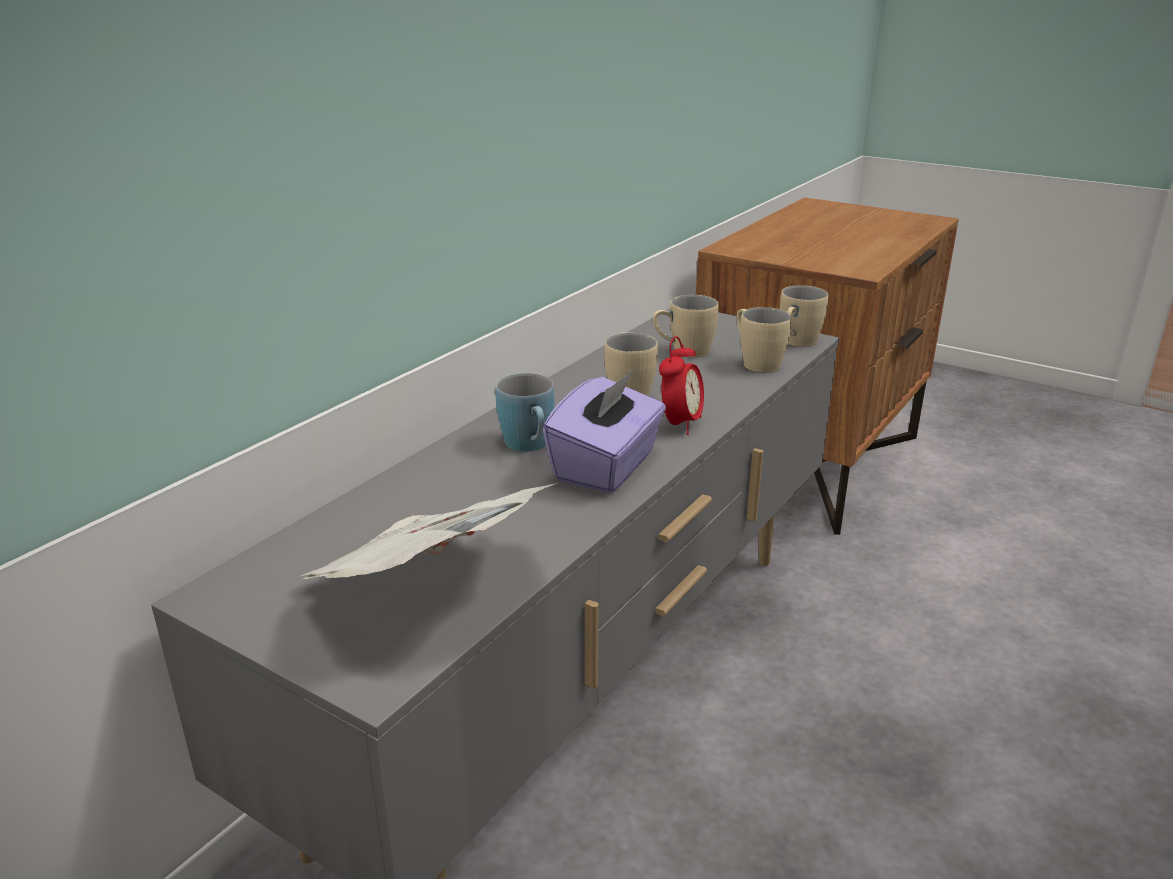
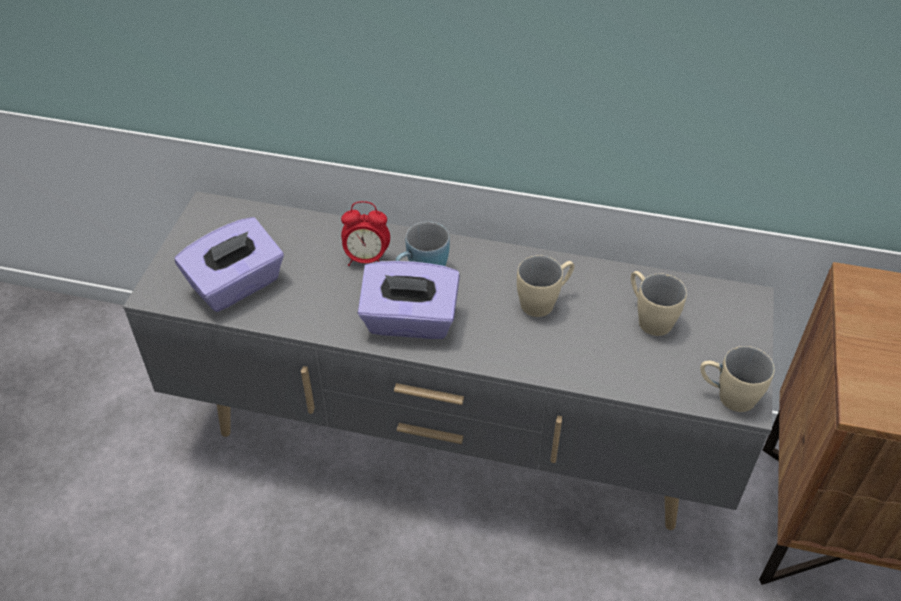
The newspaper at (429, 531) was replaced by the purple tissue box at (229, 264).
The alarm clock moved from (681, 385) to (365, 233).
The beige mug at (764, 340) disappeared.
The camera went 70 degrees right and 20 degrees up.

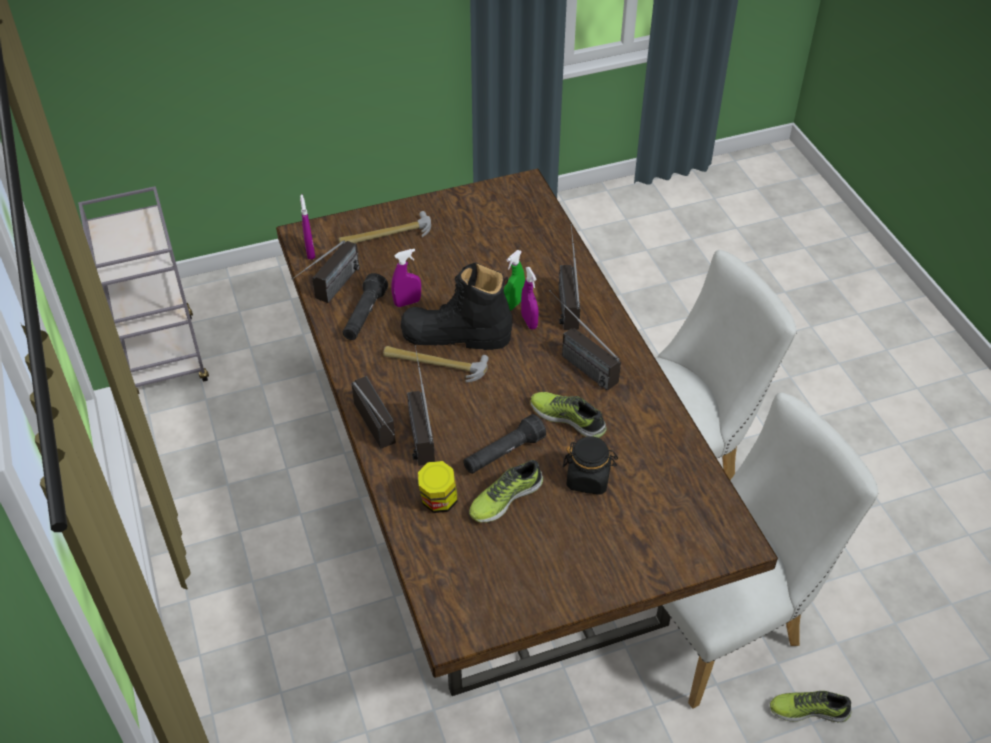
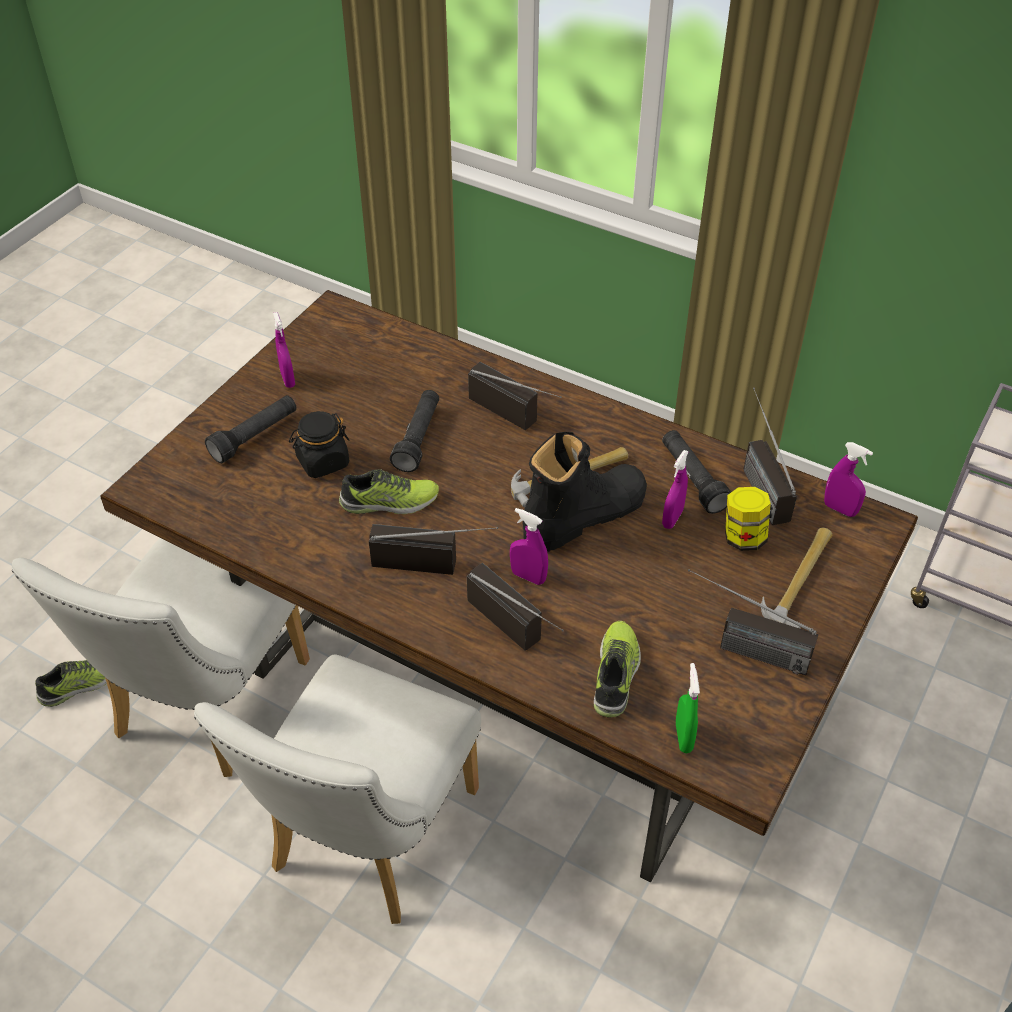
The radio moved from (373, 412) to (753, 622).
The jar moved from (438, 487) to (748, 519).
The shoe moved from (506, 491) to (617, 669).
The green spray bottle moved from (514, 280) to (688, 708).
The black flashlight at (251, 429) appeared.
The purple spray bottle at (284, 350) appeared.
The camera went 140 degrees right and 0 degrees up.

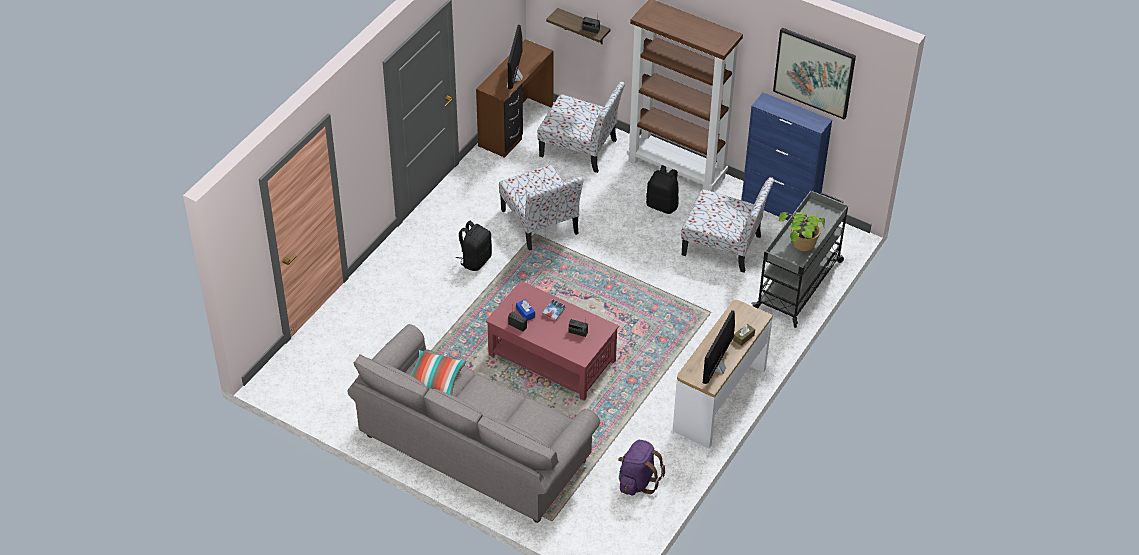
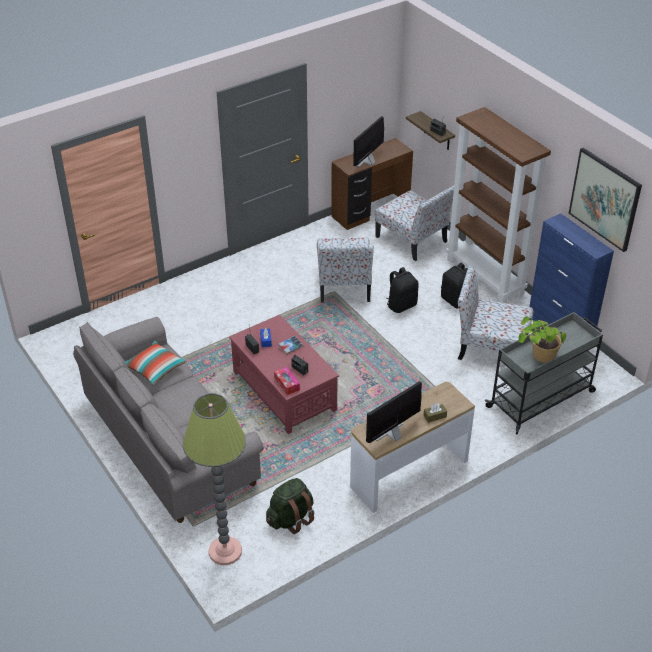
The black backpack moved from (474, 246) to (402, 290).
The purple backpack at (641, 468) became the green backpack at (290, 506).
The chair at (727, 225) turned 150 degrees clockwise.
The floor lamp at (214, 479) appeared.
The tissue box at (287, 381) appeared.
The camera went 25 degrees right and 5 degrees down.

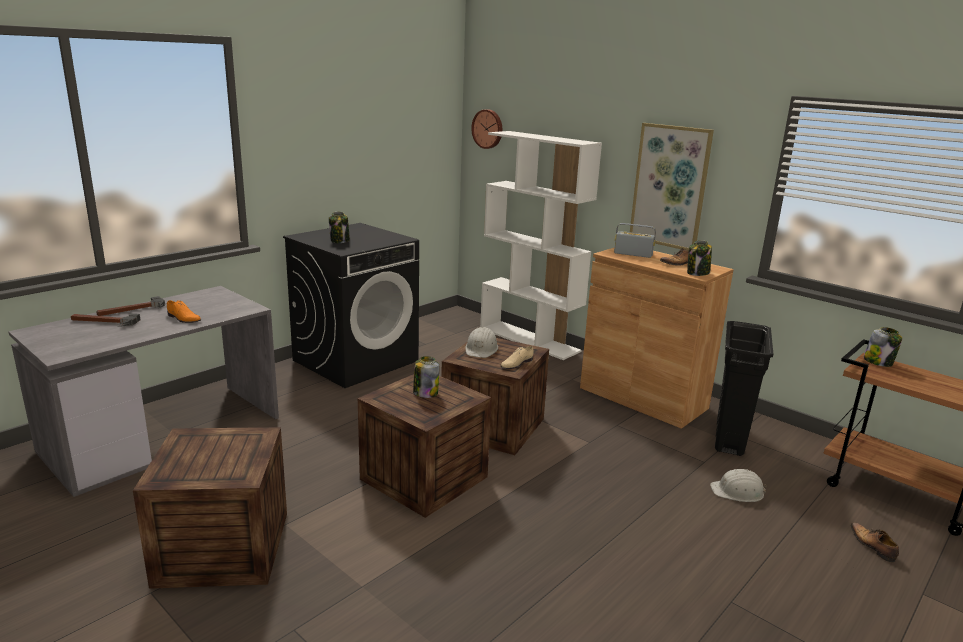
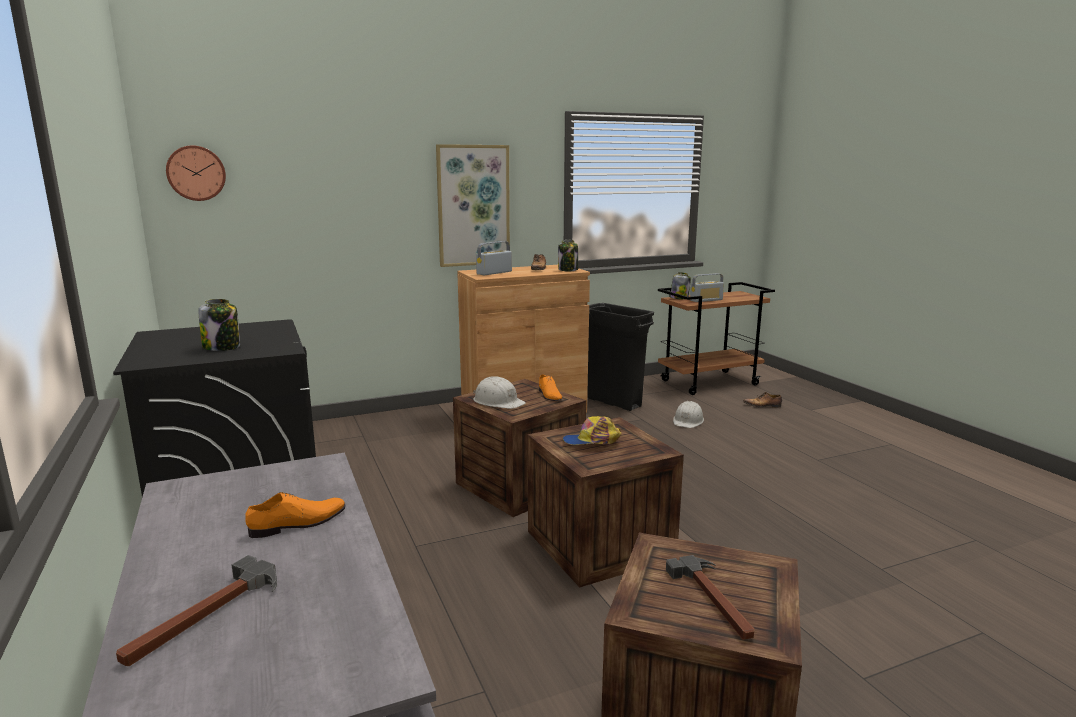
The hammer moved from (130, 306) to (710, 597).
The jar at (426, 377) was replaced by the cap at (592, 430).
The white bookcase at (541, 245) disappeared.
The beige shoe at (517, 357) became the orange shoe at (550, 387).
The radio at (707, 287) appeared.
The camera went 65 degrees left and 5 degrees down.

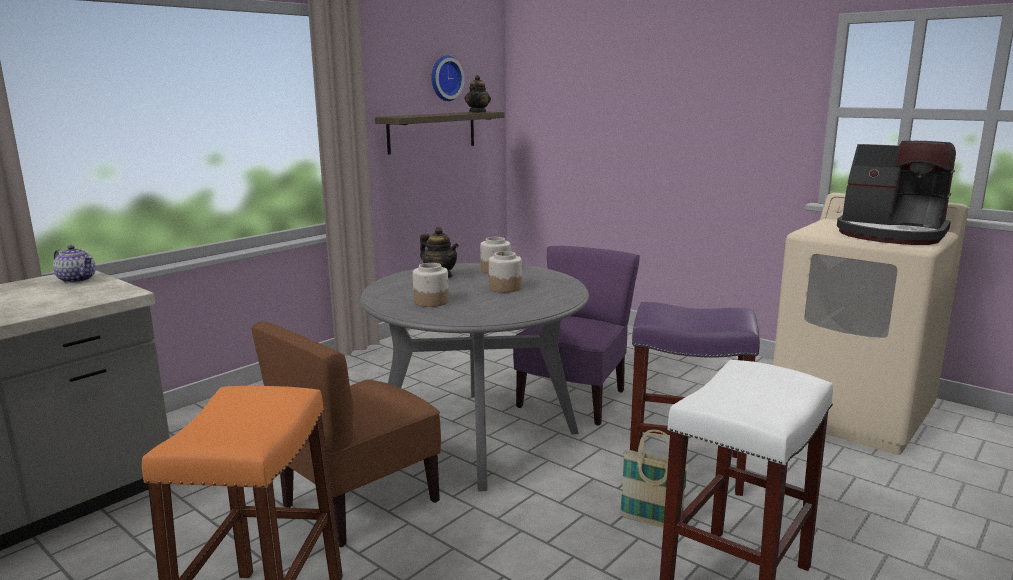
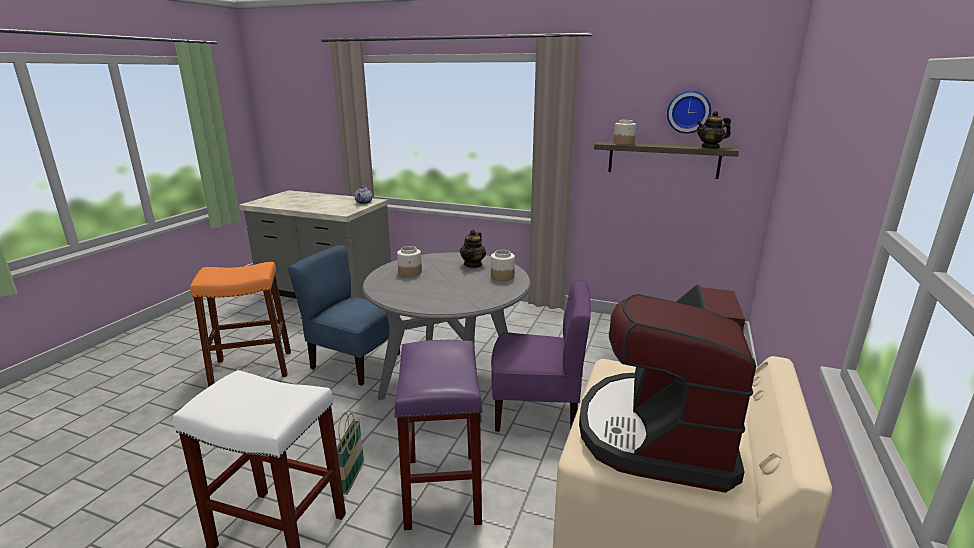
The brown chair at (346, 435) became the blue chair at (344, 315).
The jar moved from (505, 272) to (624, 132).
The camera went 70 degrees right and 5 degrees up.

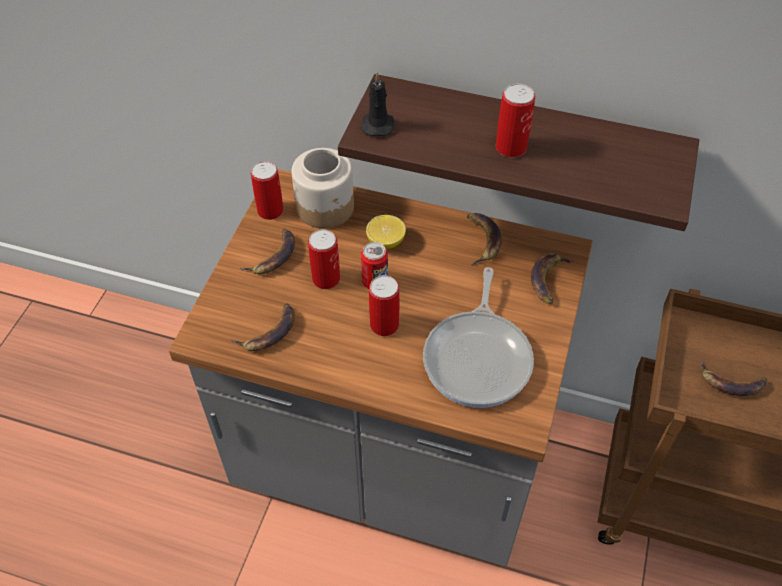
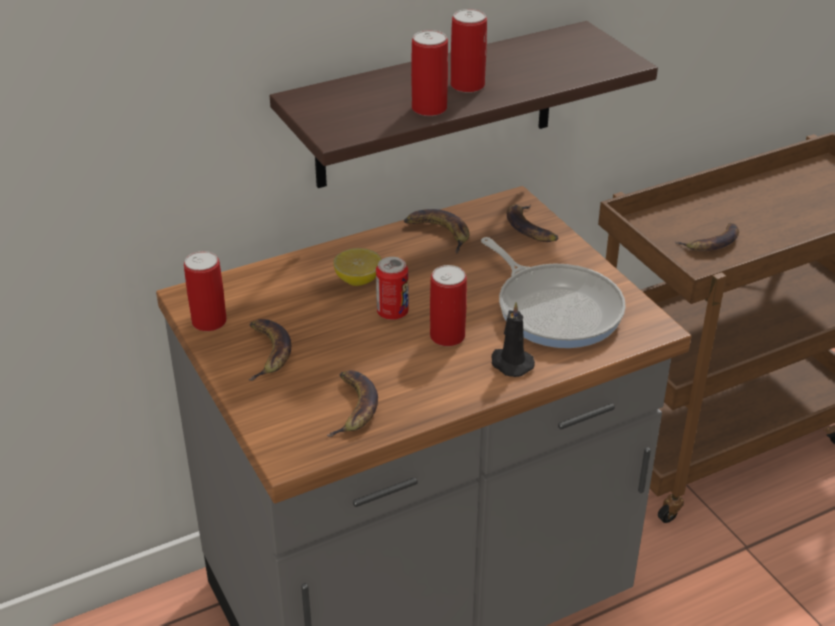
The jar at (323, 188) disappeared.
The can moved from (324, 259) to (429, 73).
The black candle moved from (377, 104) to (513, 339).
The camera went 45 degrees left and 15 degrees down.

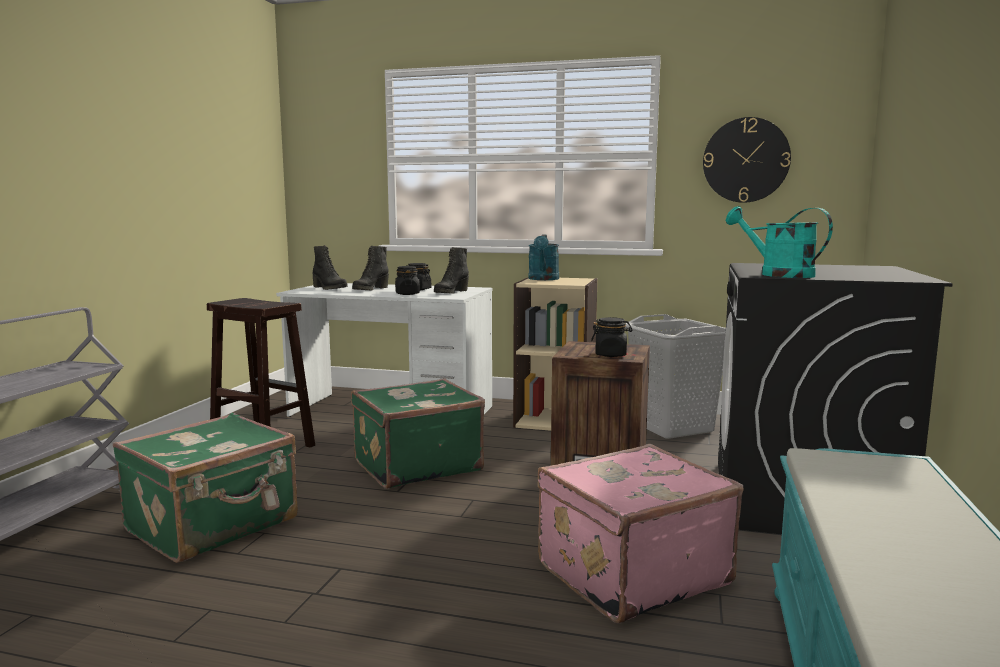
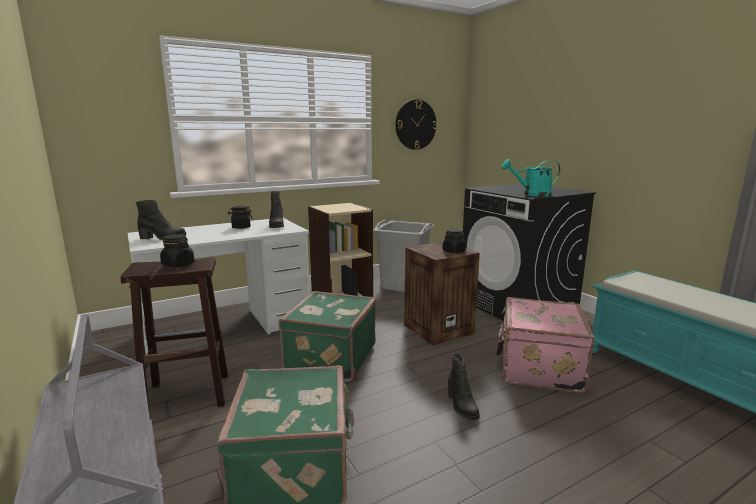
The black boot moved from (370, 268) to (464, 386).
The black jar moved from (407, 280) to (177, 250).
The turquoise watering can at (543, 257) disappeared.
The camera went 45 degrees left and 5 degrees up.

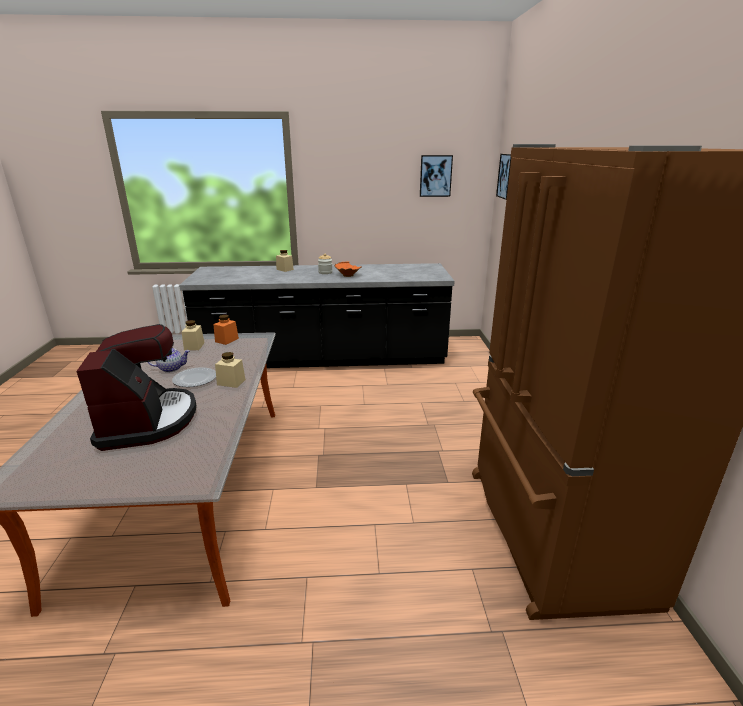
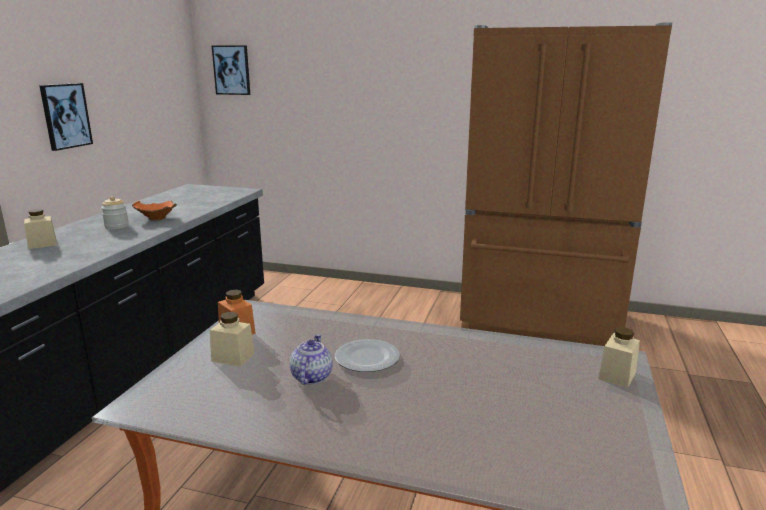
The coffee machine at (136, 387) disappeared.
The beige jar moved from (230, 370) to (619, 357).
The picture moved from (436, 176) to (66, 117).
The camera went 70 degrees left and 5 degrees down.

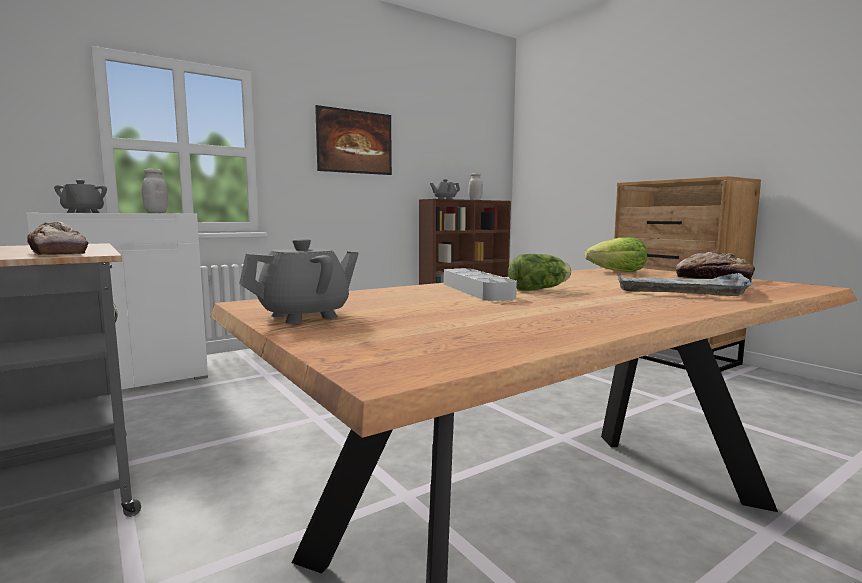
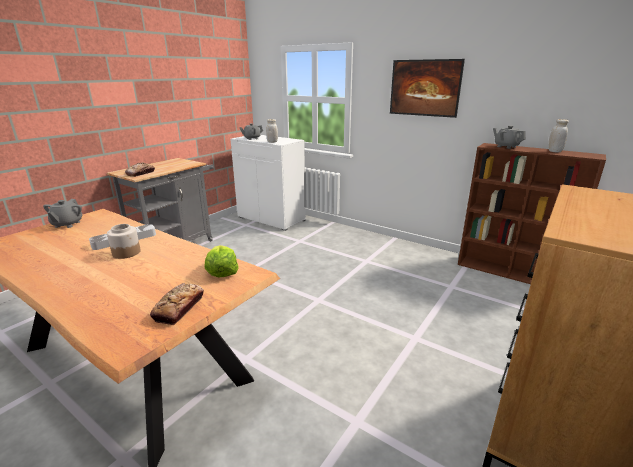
The grey teapot at (299, 281) turned 60 degrees clockwise.
The lettuce at (539, 272) was replaced by the jar at (124, 241).
The grey tray at (685, 284) disappeared.
The camera went 70 degrees right and 15 degrees up.

